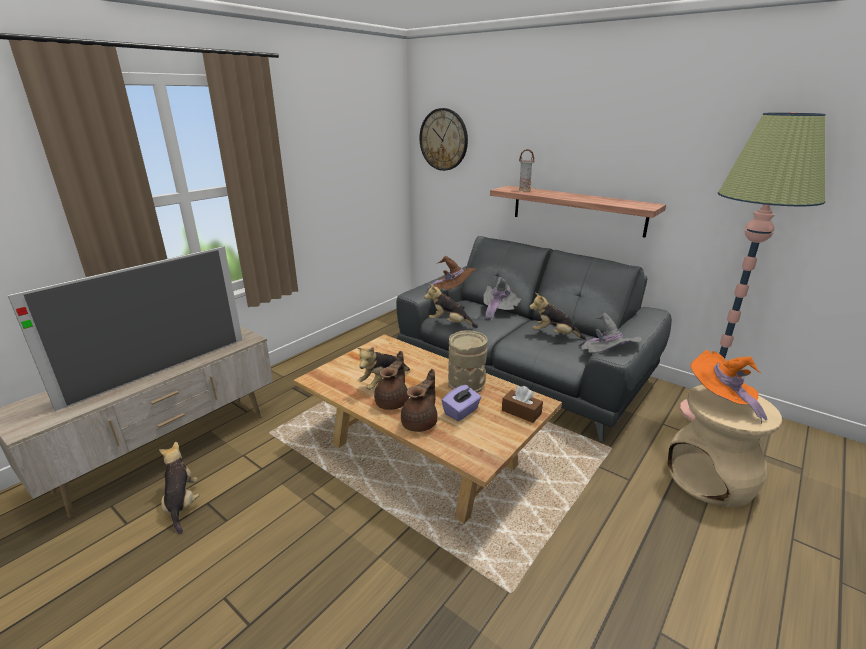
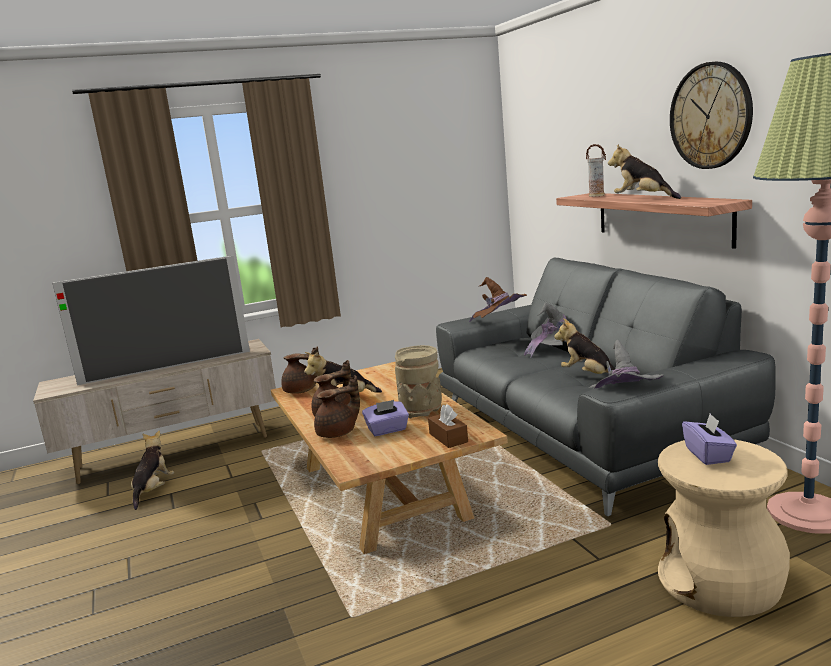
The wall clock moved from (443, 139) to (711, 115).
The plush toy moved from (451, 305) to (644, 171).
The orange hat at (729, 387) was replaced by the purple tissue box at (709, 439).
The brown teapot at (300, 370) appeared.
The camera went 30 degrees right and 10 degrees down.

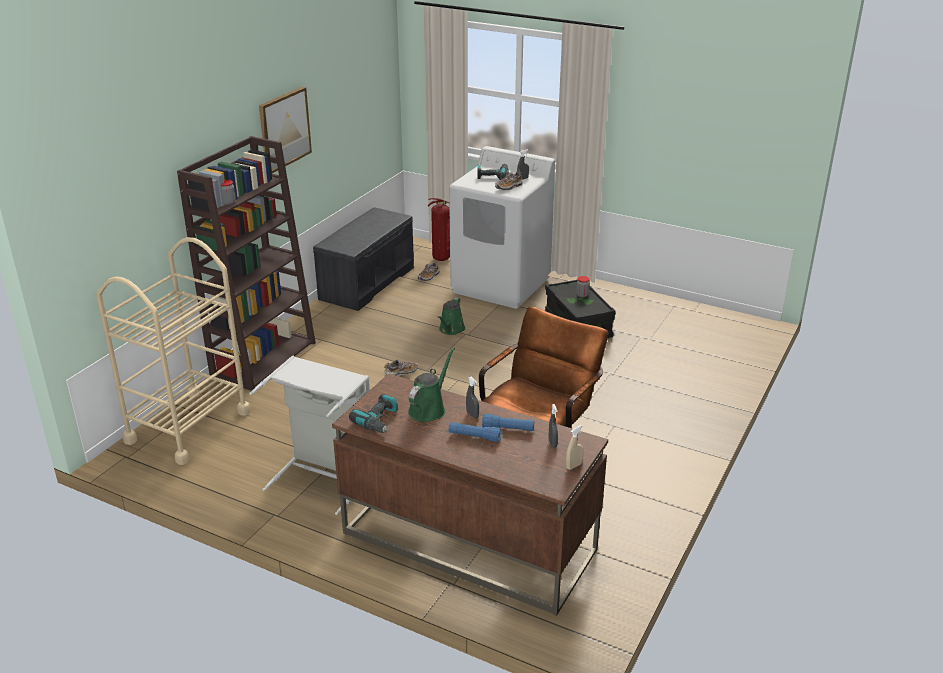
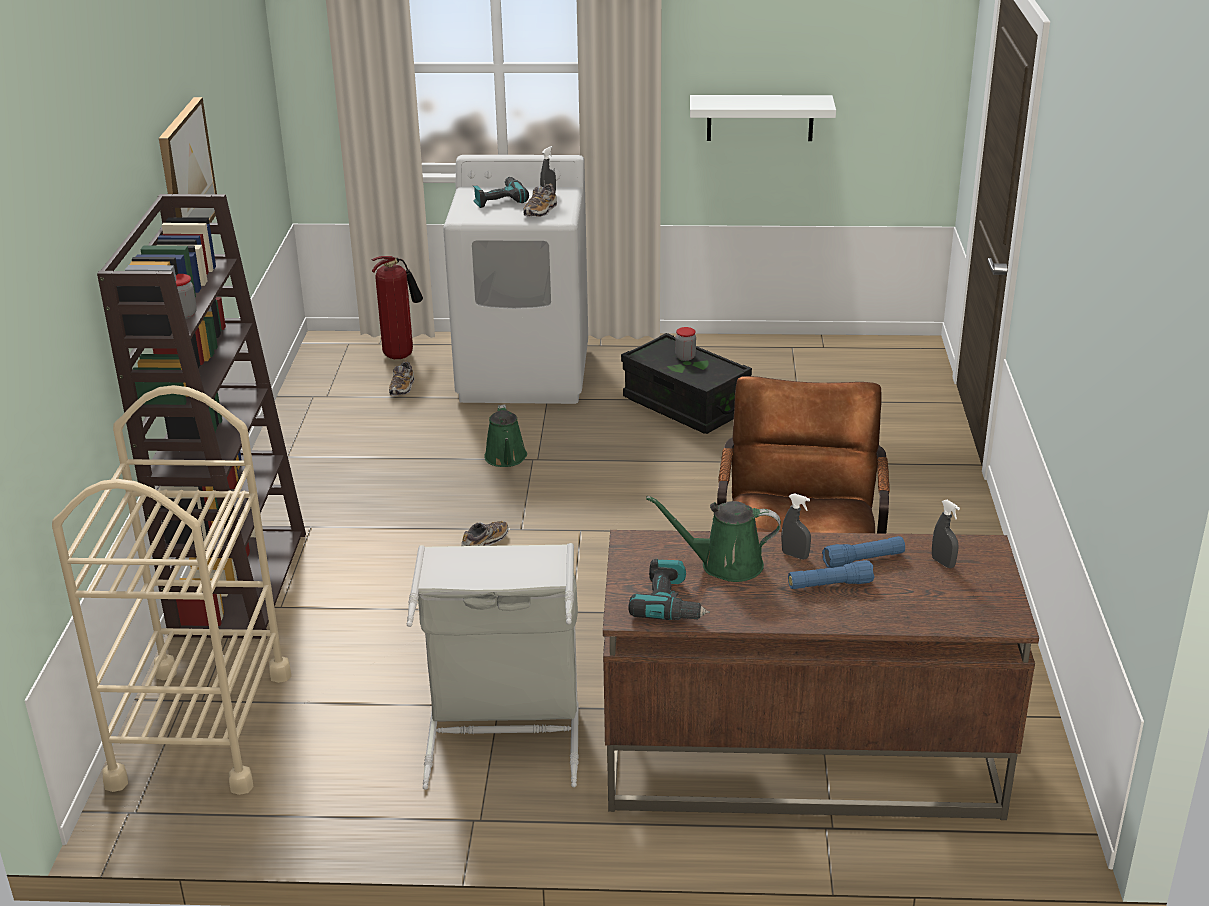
The grey bench at (363, 259) disappeared.
The green watering can at (431, 384) turned 90 degrees counterclockwise.
The beige spray bottle at (574, 447) disappeared.
The white shelf at (763, 118) appeared.
The camera went 25 degrees left and 0 degrees up.

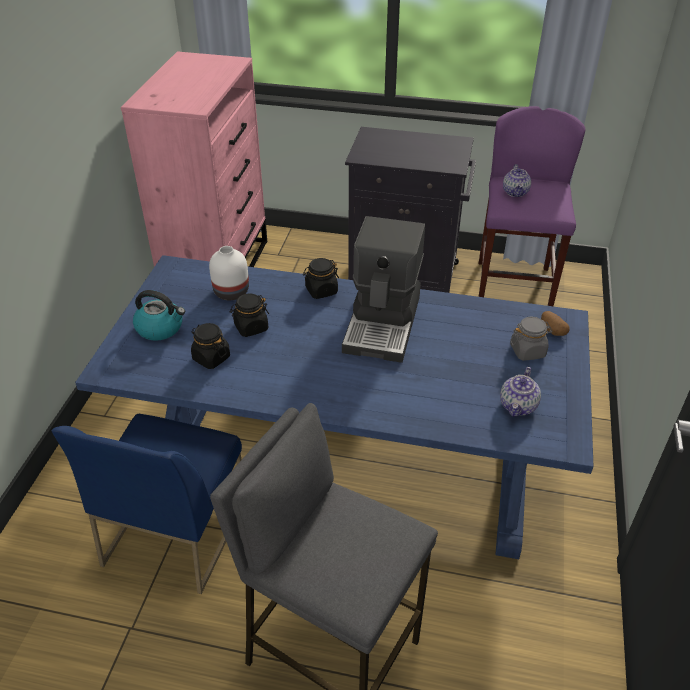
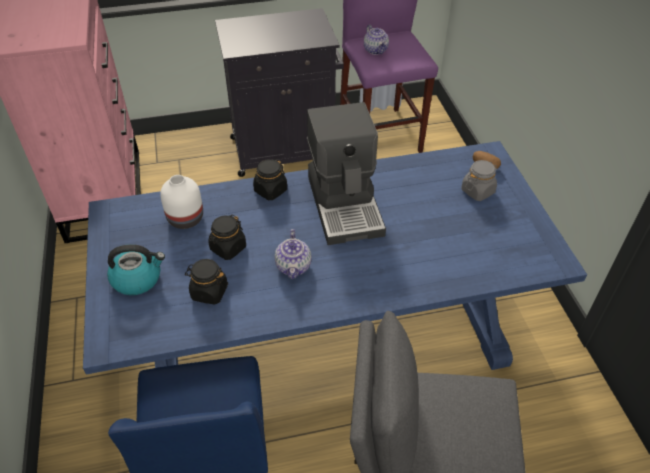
The teapot moved from (520, 392) to (293, 254).
The camera went 25 degrees left and 5 degrees up.

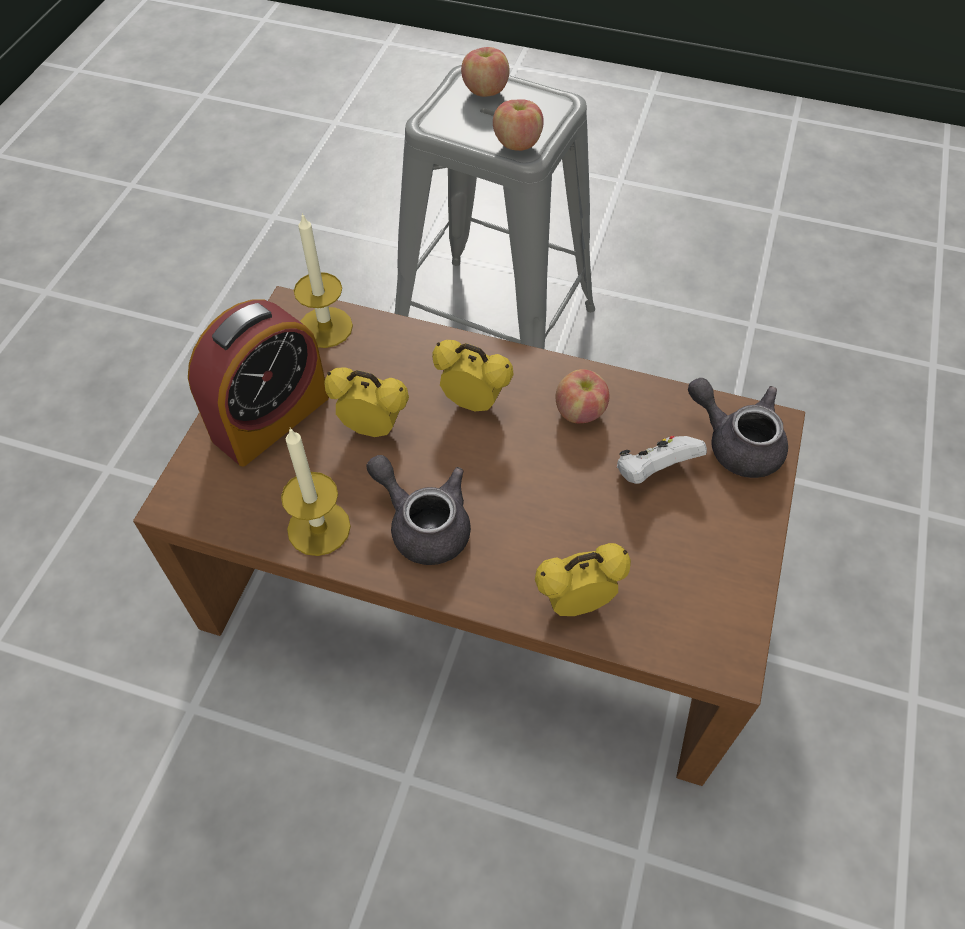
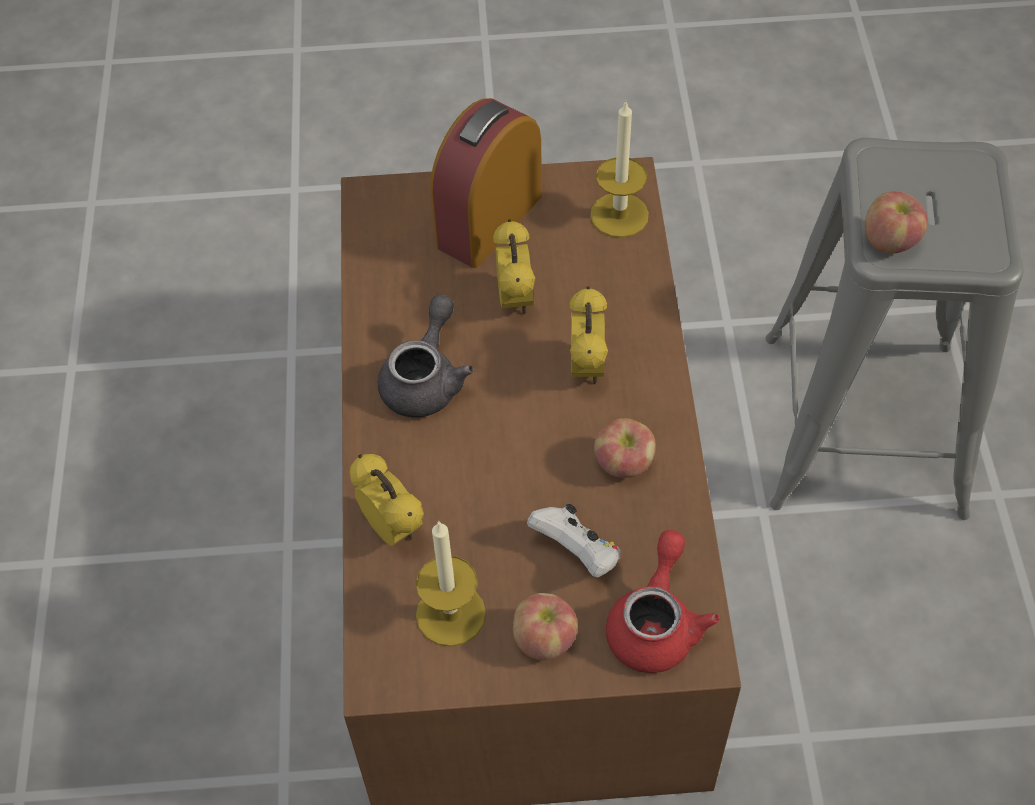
The alarm clock at (258, 383) turned 105 degrees clockwise.
The candle moved from (316, 491) to (451, 584).
The apple moved from (485, 72) to (545, 627).
The grey teapot at (738, 428) became the red teapot at (663, 601).
The camera went 70 degrees right and 0 degrees up.

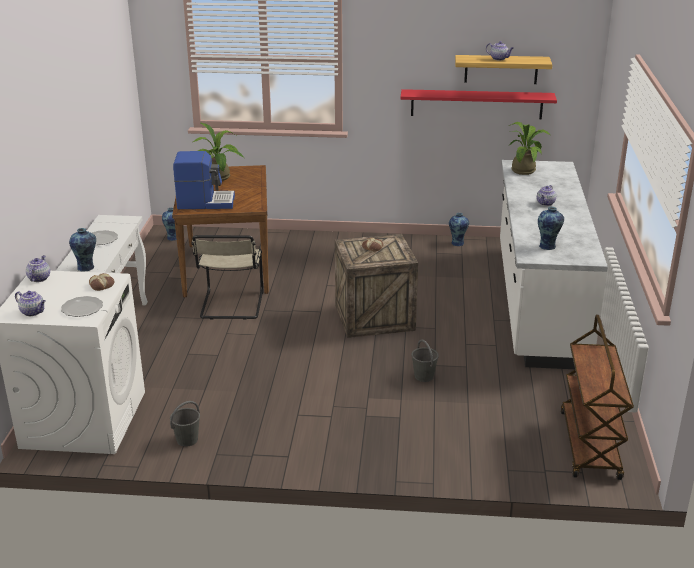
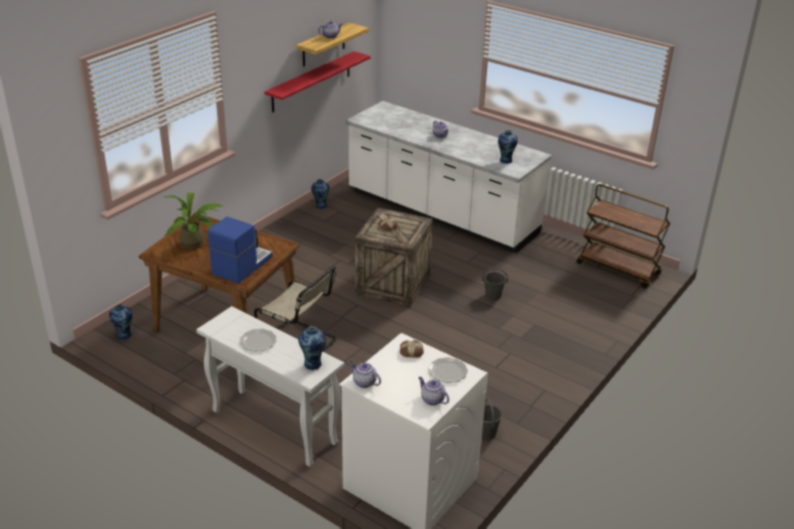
The teapot at (30, 303) turned 105 degrees counterclockwise.
The potted plant at (529, 148) disappeared.
The camera went 60 degrees left and 5 degrees up.

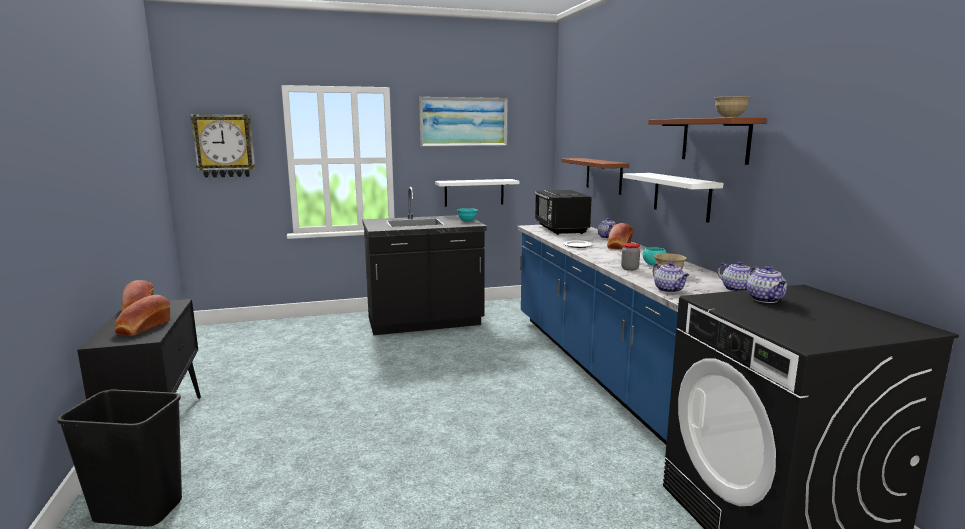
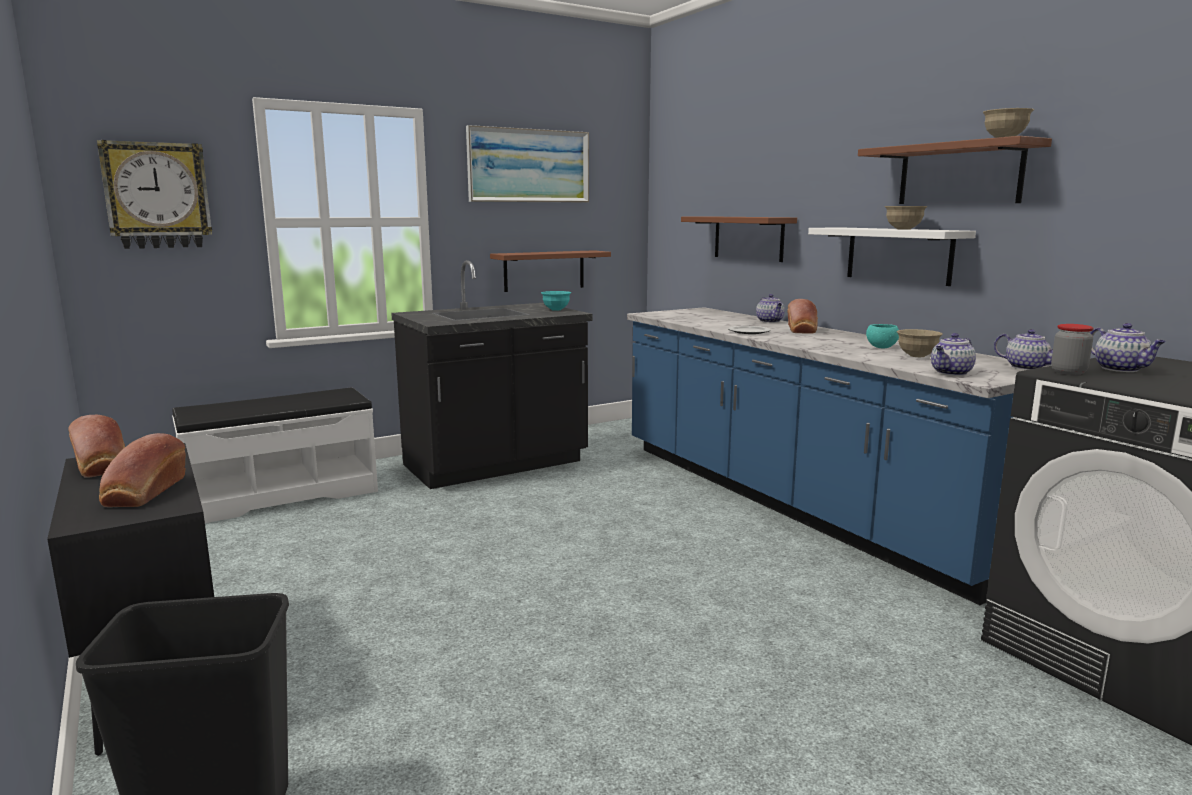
The white shelf at (477, 193) became the brown shelf at (550, 271).
The black microwave at (563, 212) disappeared.
The jar moved from (630, 257) to (1072, 349).
The teapot at (671, 277) turned 90 degrees clockwise.
The white bench at (275, 455) appeared.
The beige bowl at (906, 217) appeared.
The camera went 15 degrees left and 0 degrees up.

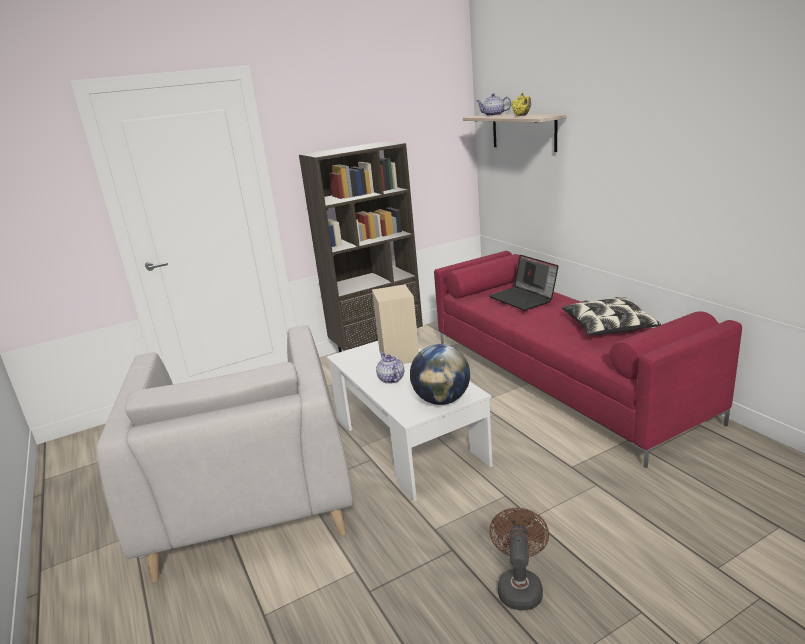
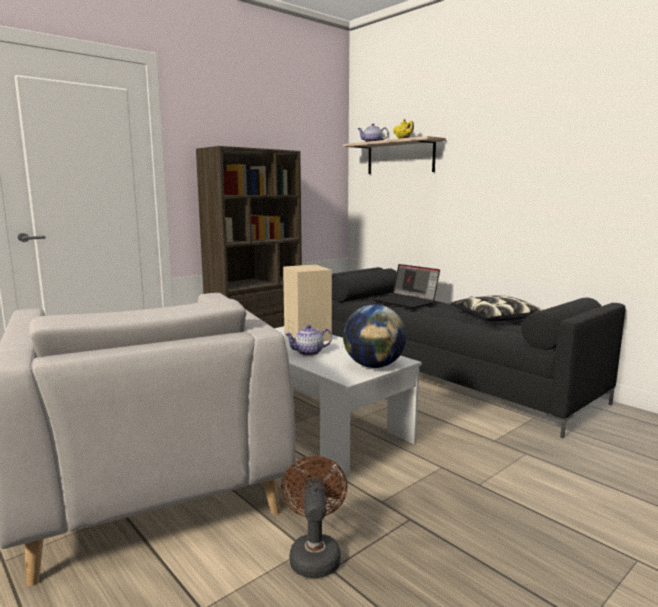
The teapot at (390, 368) turned 75 degrees counterclockwise.
The red sofa at (588, 359) became the black sofa at (478, 352).
The brown fan moved from (519, 559) to (314, 517).
The camera went 15 degrees left and 10 degrees down.

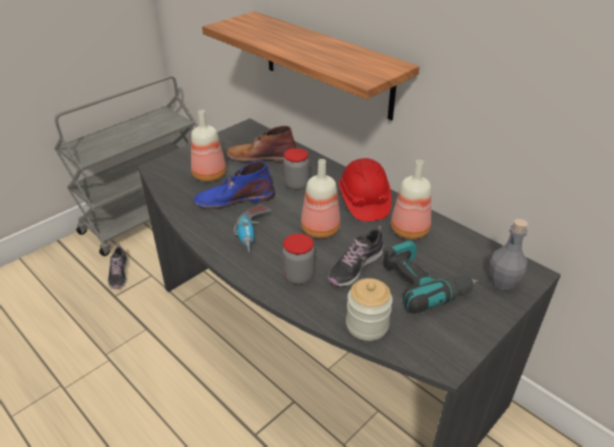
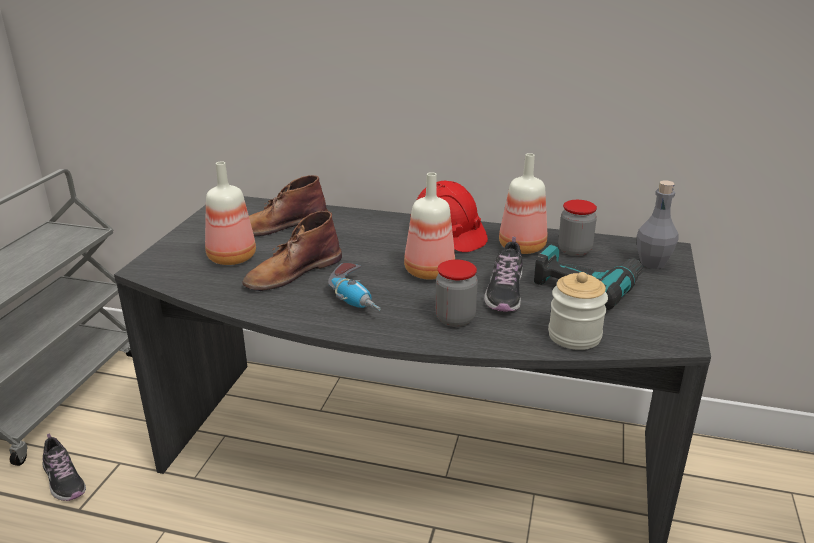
The blue boot at (234, 185) became the brown boot at (292, 251).
The shelf at (311, 66) disappeared.
The jar moved from (296, 169) to (577, 228).
The camera went 30 degrees left and 10 degrees down.

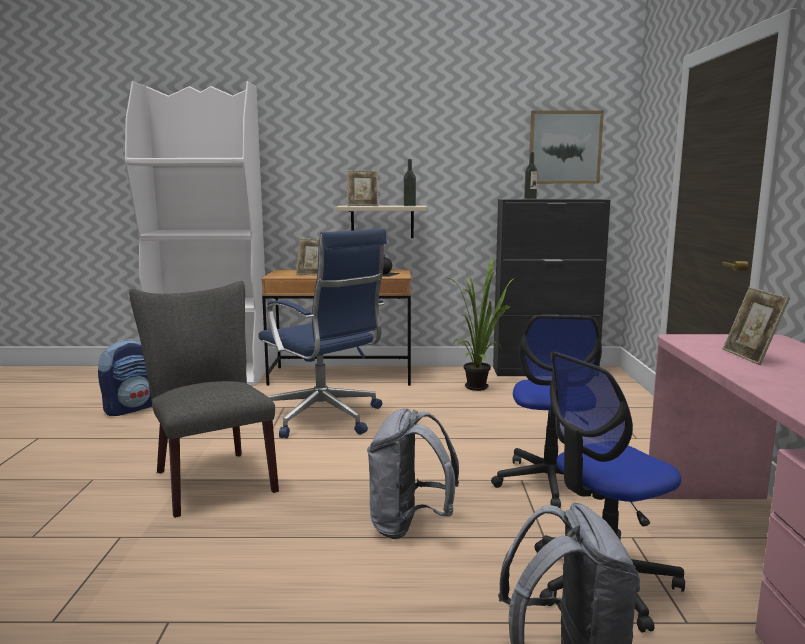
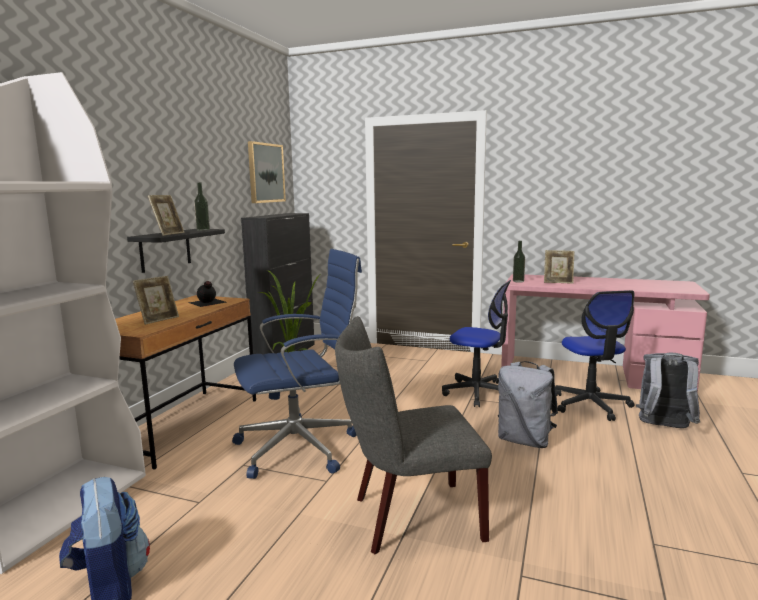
The beige shelf at (381, 222) became the black shelf at (176, 251).
The bottle moved from (531, 175) to (519, 261).
The camera went 70 degrees left and 0 degrees up.

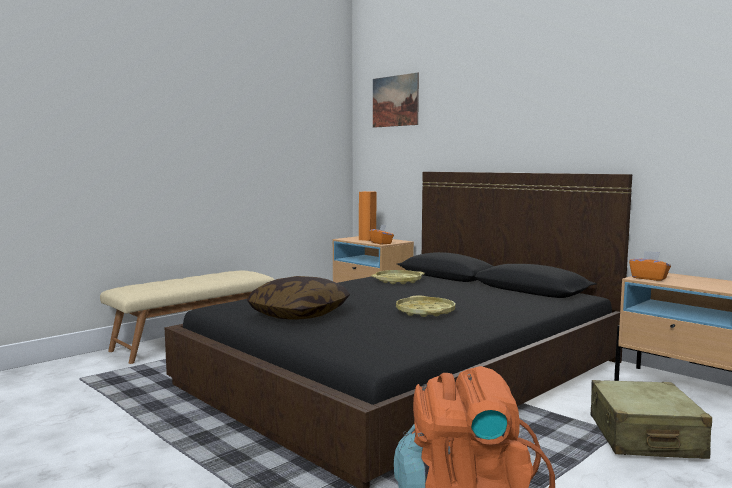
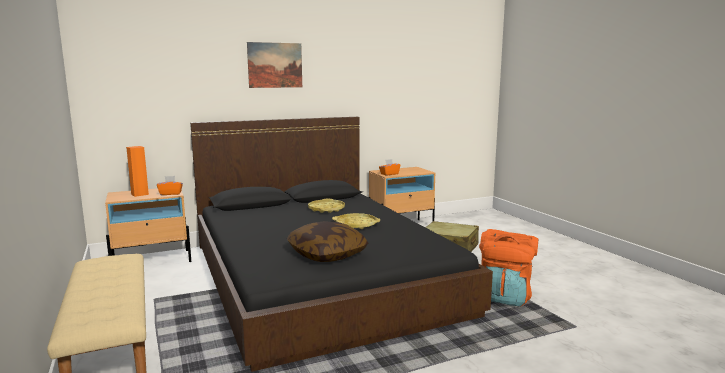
The yellow tray moved from (398, 277) to (326, 206).
The picture moved from (396, 100) to (274, 65).
The camera went 70 degrees left and 5 degrees up.

